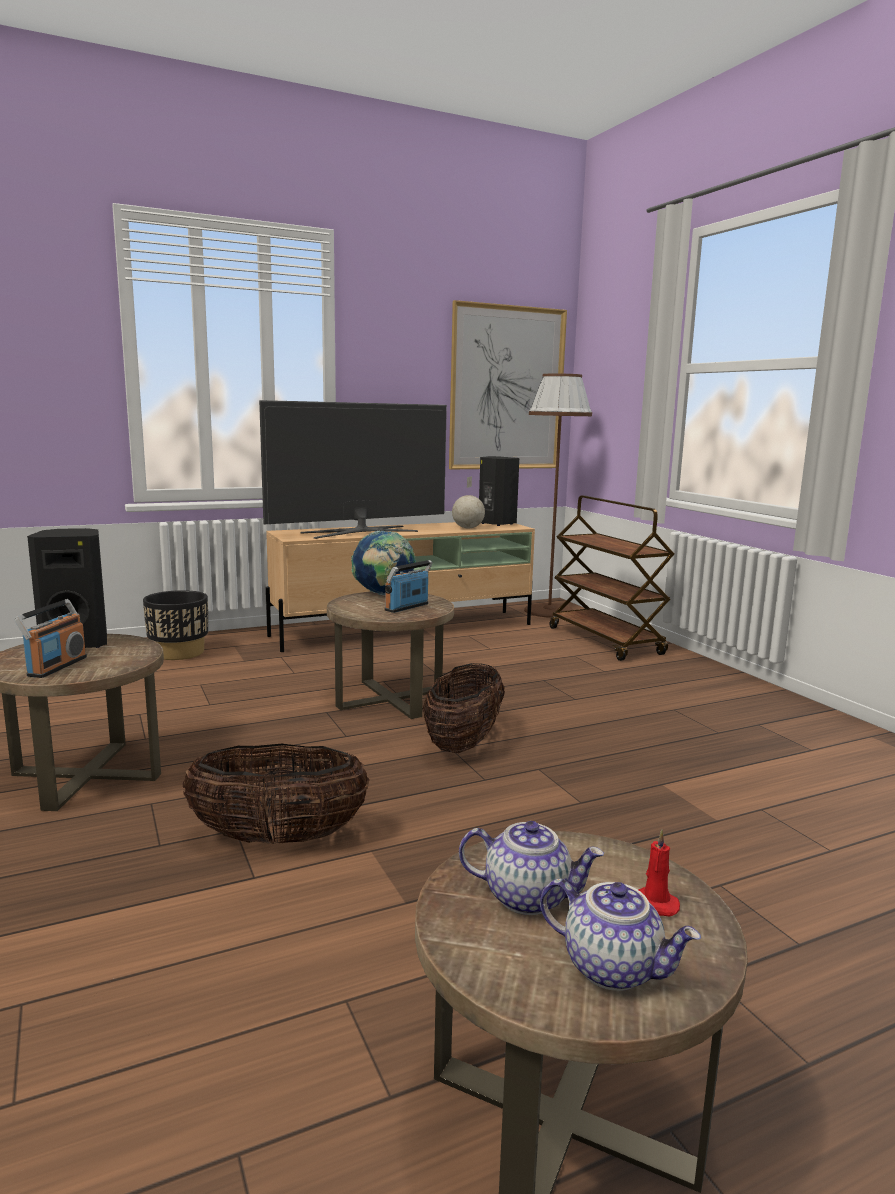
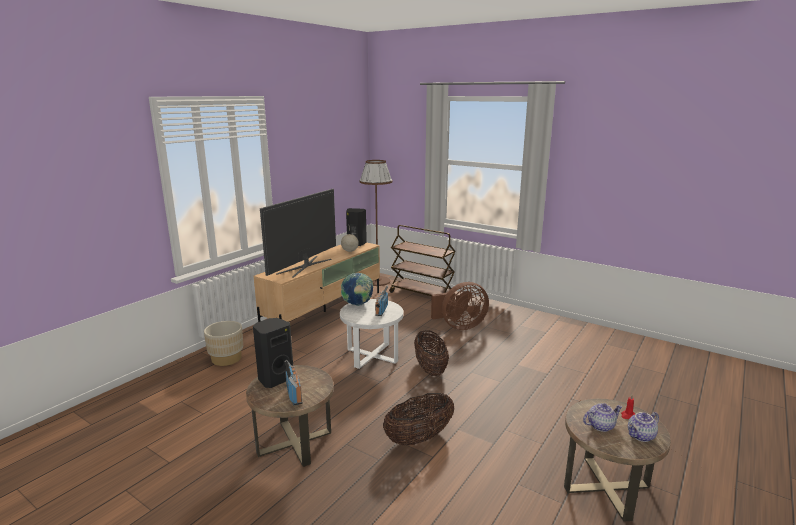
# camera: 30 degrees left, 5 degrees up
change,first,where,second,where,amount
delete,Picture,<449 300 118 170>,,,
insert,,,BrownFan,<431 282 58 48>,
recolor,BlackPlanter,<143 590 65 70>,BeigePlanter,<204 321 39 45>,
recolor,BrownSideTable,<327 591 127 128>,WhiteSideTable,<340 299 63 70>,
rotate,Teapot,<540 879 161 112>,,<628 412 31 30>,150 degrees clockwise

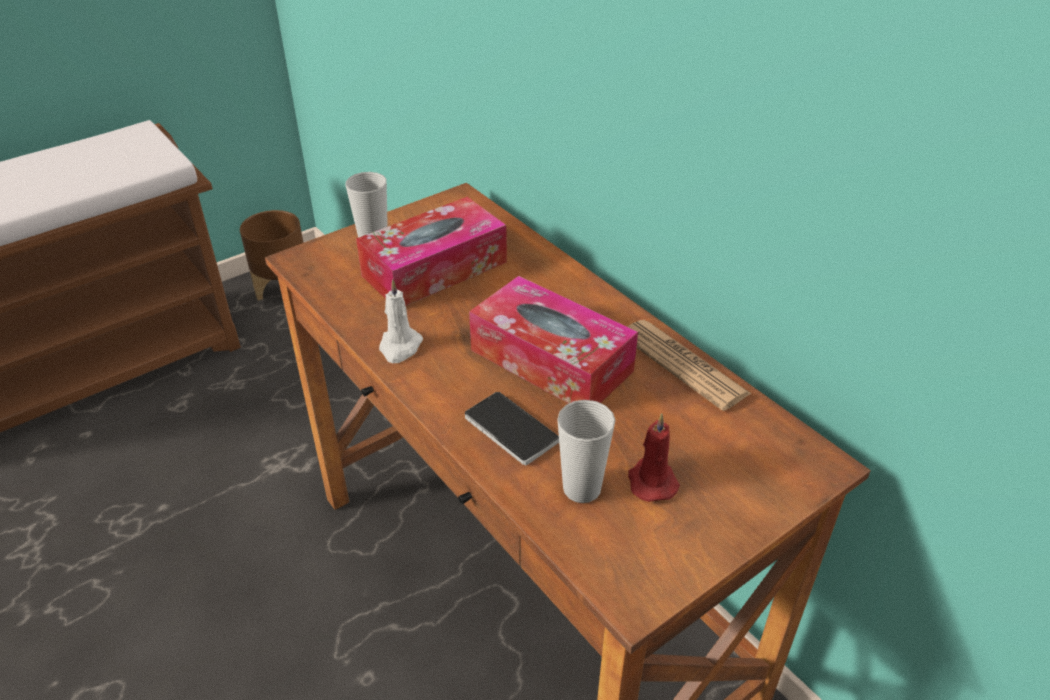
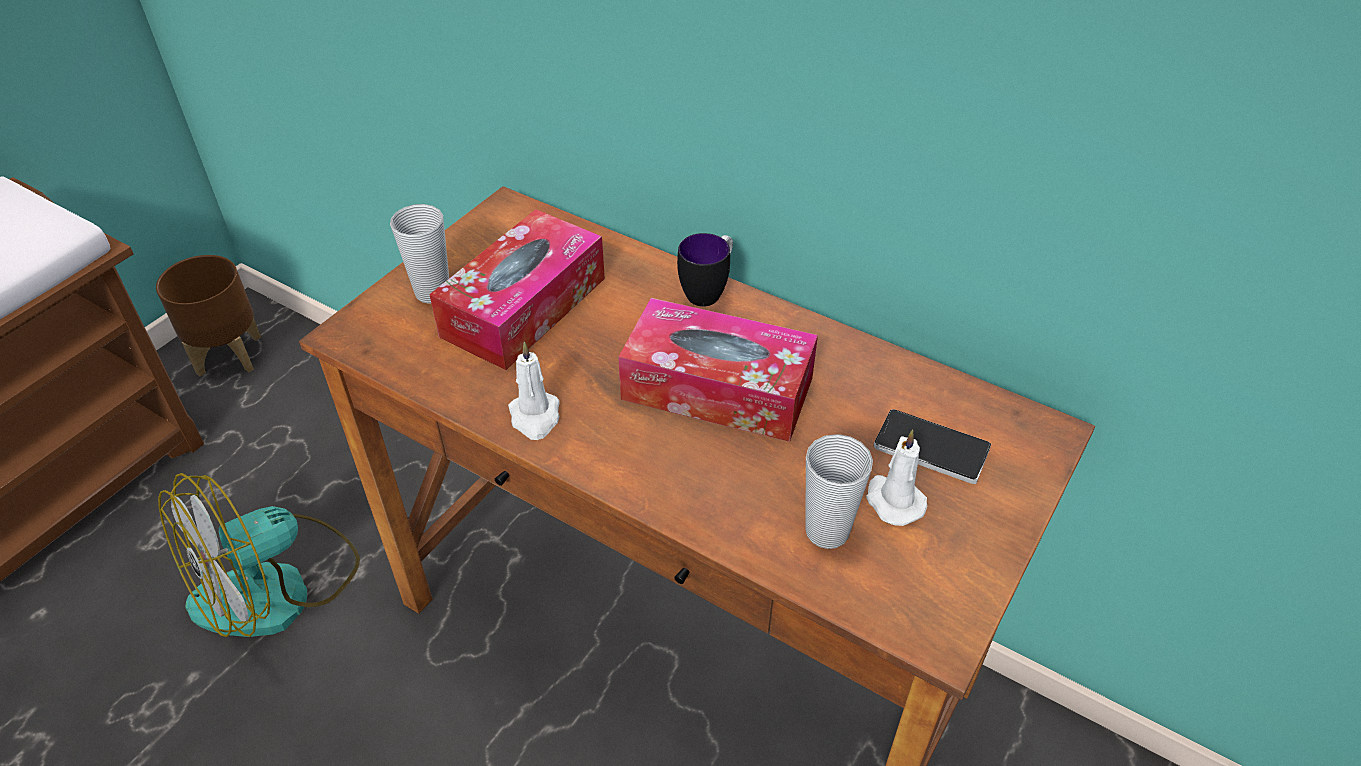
# camera: 20 degrees left, 5 degrees up
change,first,where,second,where,amount
delete,Newspaper,<627 320 125 91>,,,
insert,,,Fan,<158 473 202 164>,
insert,,,Mug,<677 233 56 74>,
move,Phone,<465 392 94 73>,,<874 409 117 75>,
recolor,RedCandle,<628 413 52 89>,WhiteCandle,<866 429 61 97>,

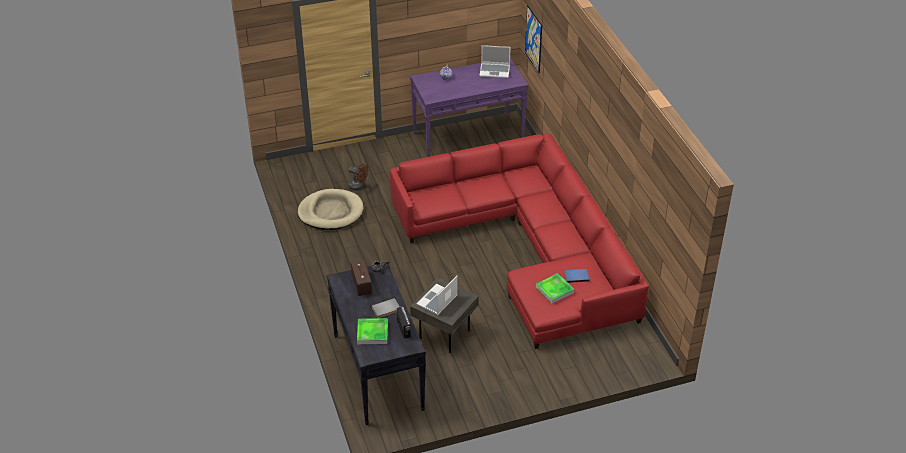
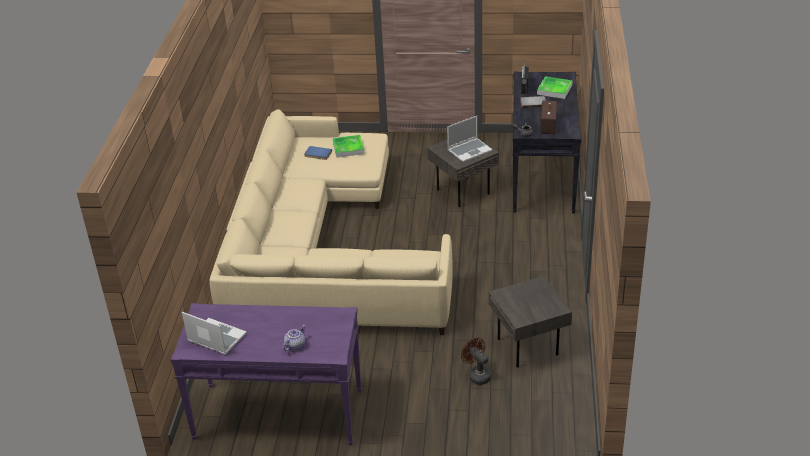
# camera: 155 degrees left, 5 degrees down
change,first,where,second,where,amount
delete,Picture,<525 5 17 68>,,,
replace,BeigeDogBed,<298 189 66 41>,GreySideTable,<489 276 83 92>,
recolor,RedSofa,<390 133 259 216>,BeigeSofa,<209 109 244 226>,

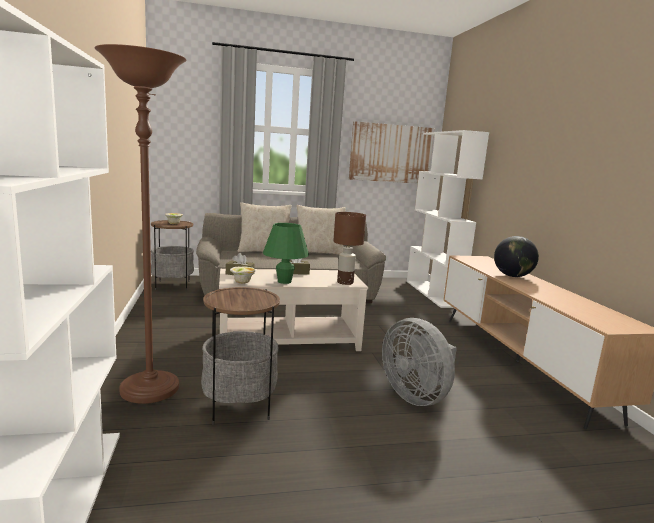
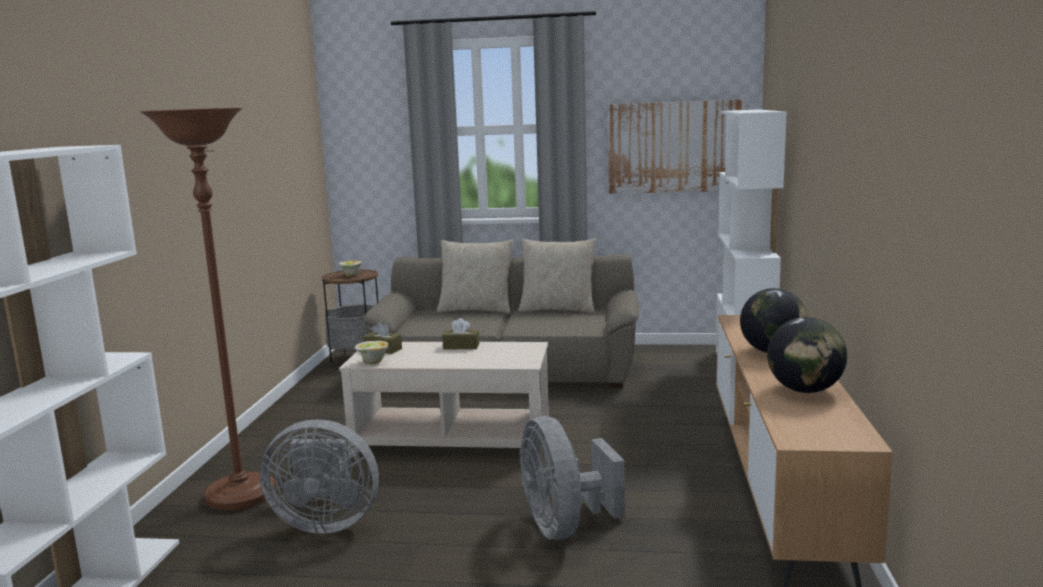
# camera: 20 degrees right, 0 degrees up
change,first,where,second,where,amount
delete,GreenTableLamp,<263 223 46 61>,,,
delete,BrownTableLamp,<333 212 33 73>,,,
insert,,,Globe,<767 317 80 76>,
replace,SideTable,<201 287 79 138>,GreyFan,<260 419 119 115>,

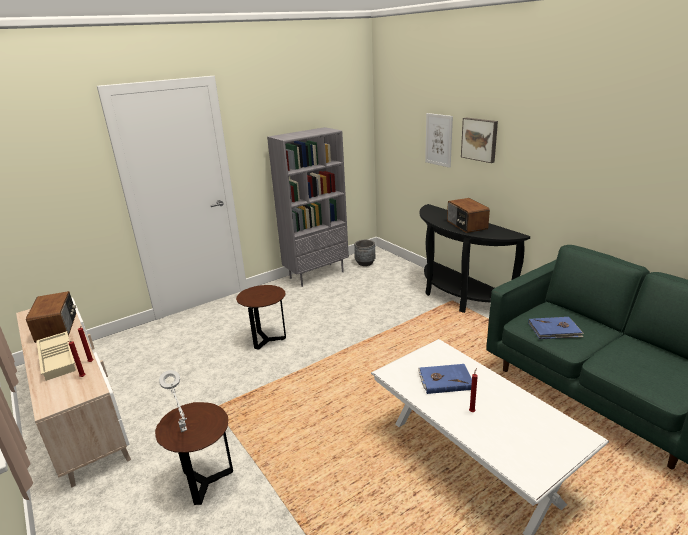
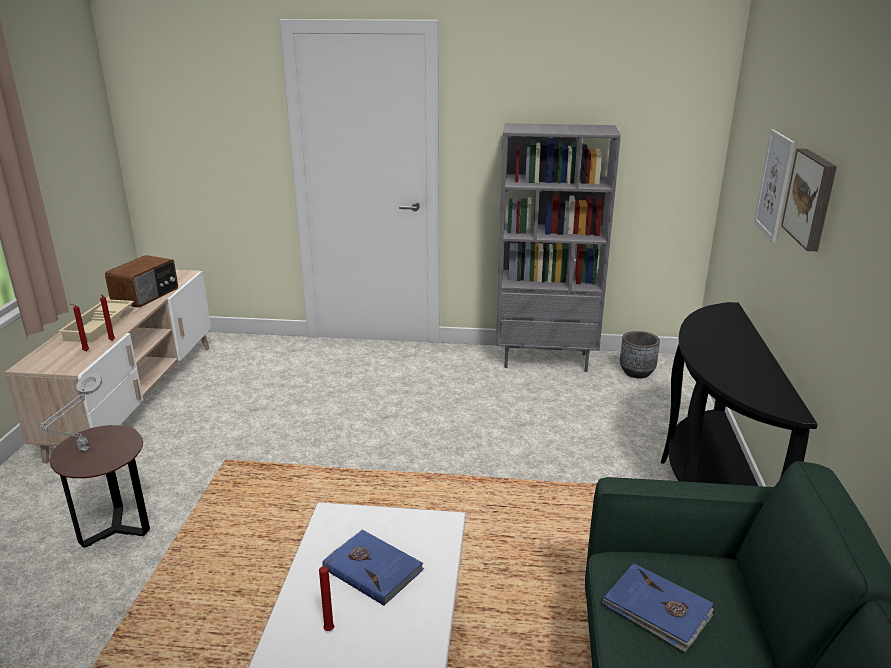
# camera: 40 degrees right, 0 degrees up
change,first,where,second,where,amount
delete,BrownSideTable,<236 285 50 65>,,,
delete,Radio,<447 198 43 35>,,,

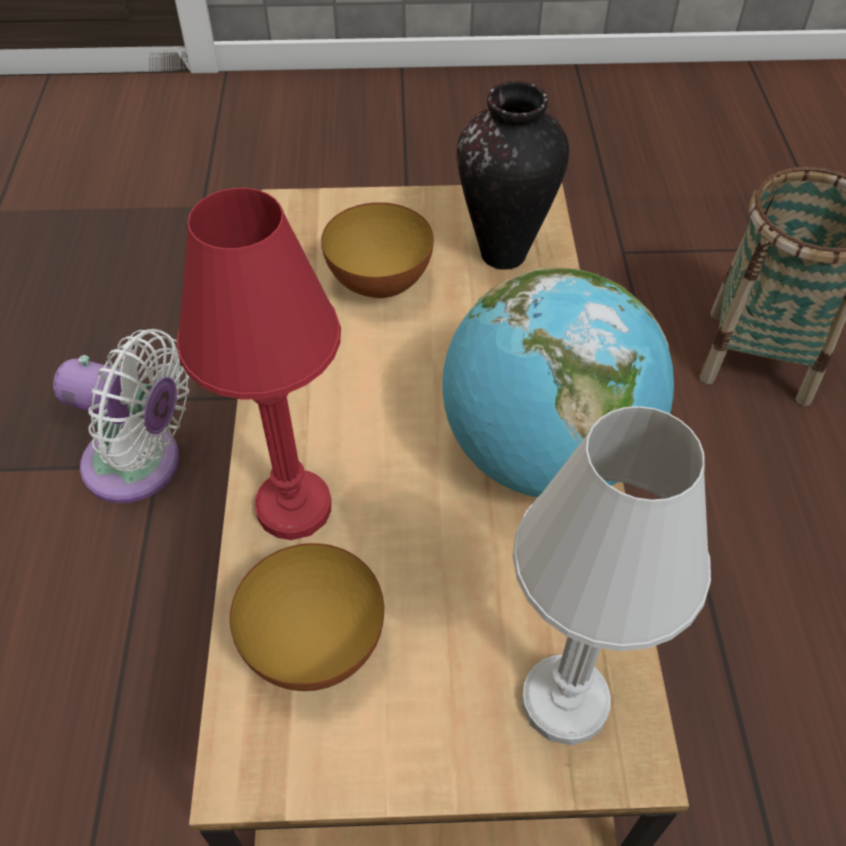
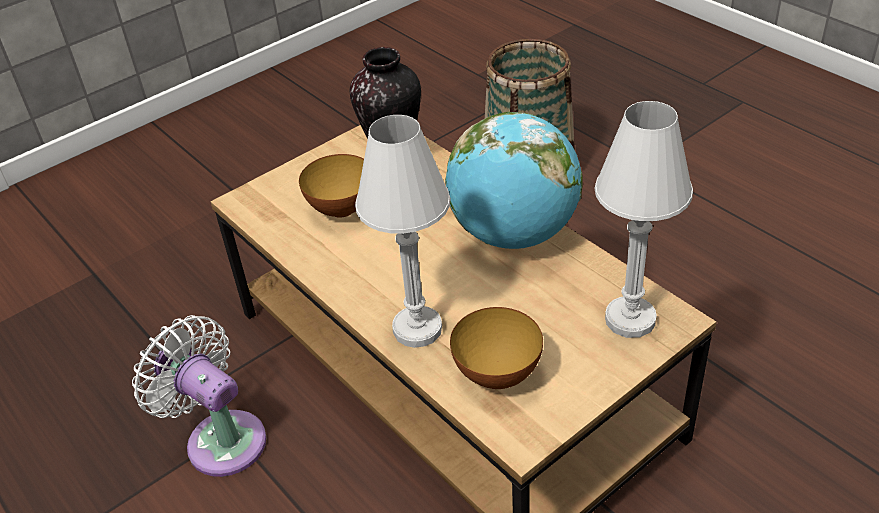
# camera: 35 degrees left, 10 degrees down
change,first,where,second,where,amount
recolor,RedTableLamp,<177 188 164 352>,WhiteTableLamp,<355 115 96 233>,
rotate,WhiteFan,<53 329 137 174>,,<132 315 134 162>,120 degrees counterclockwise

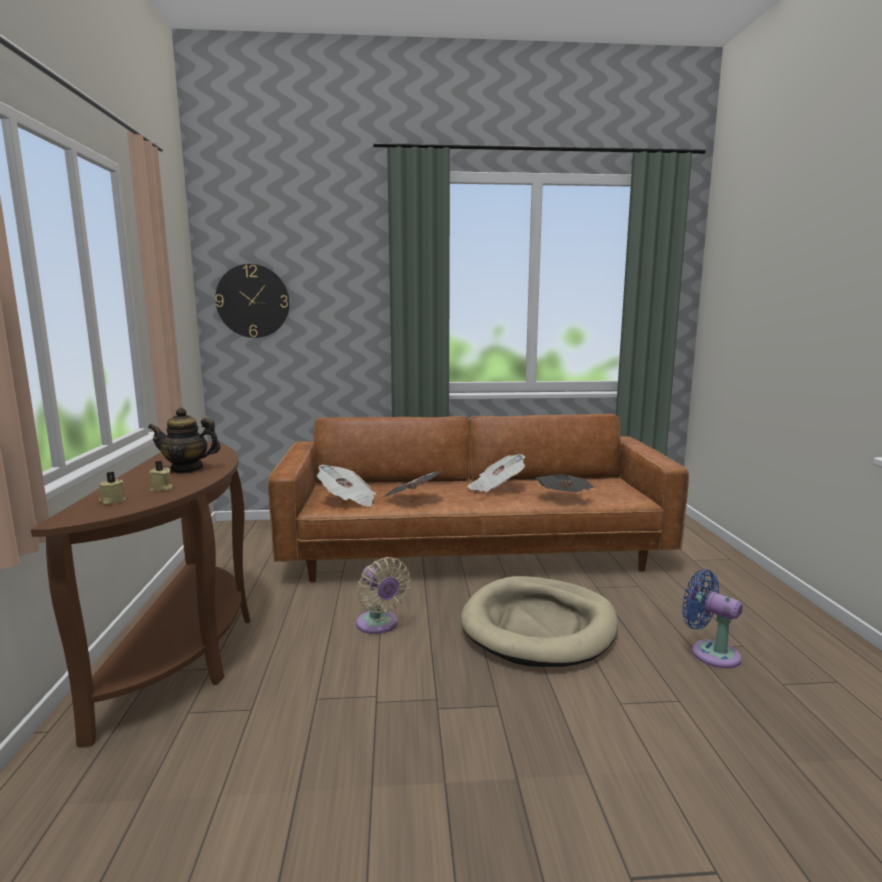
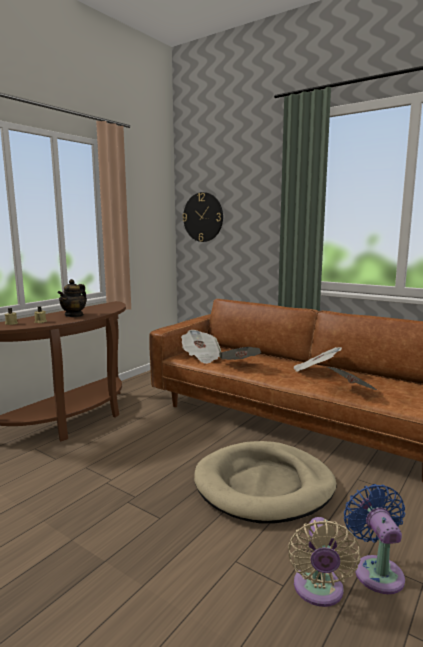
# camera: 40 degrees right, 0 degrees up
change,first,where,second,where,amount
move,BeigeFan,<356 557 55 77>,,<288 517 73 90>,
rotate,Teapot,<148 407 73 67>,,<58 279 29 38>,105 degrees counterclockwise

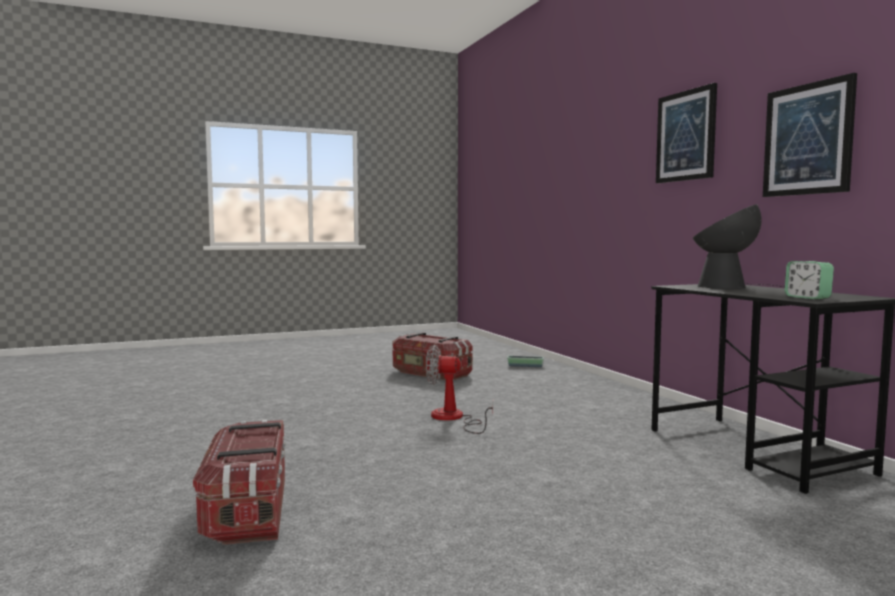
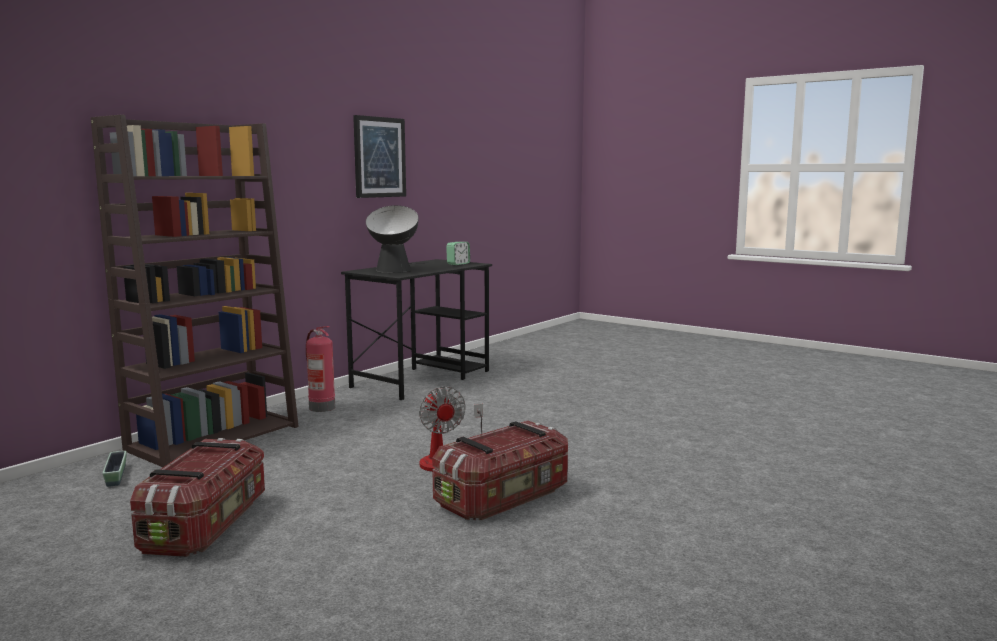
# camera: 120 degrees left, 5 degrees up
change,first,where,second,where,amount
delete,Picture,<656 83 61 100>,,,
insert,,,BrownBookcase,<91 115 208 352>,
insert,,,FireExtinguisher,<306 326 29 86>,
move,StorageBox,<193 420 93 125>,,<432 421 136 99>,

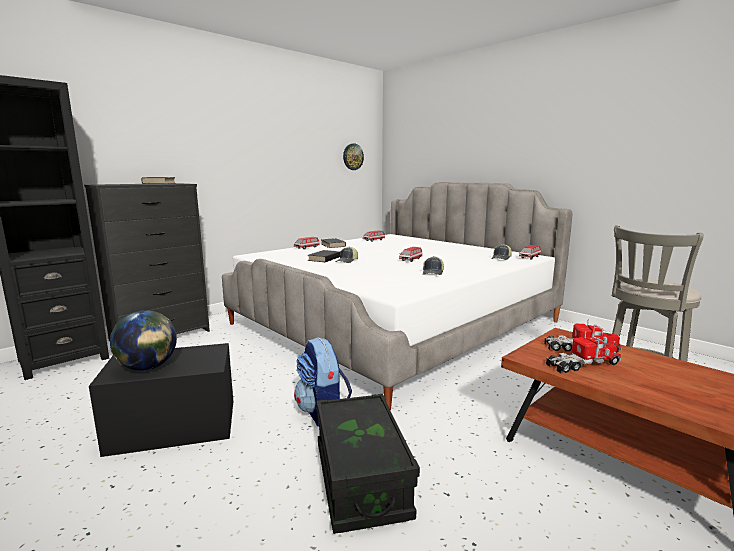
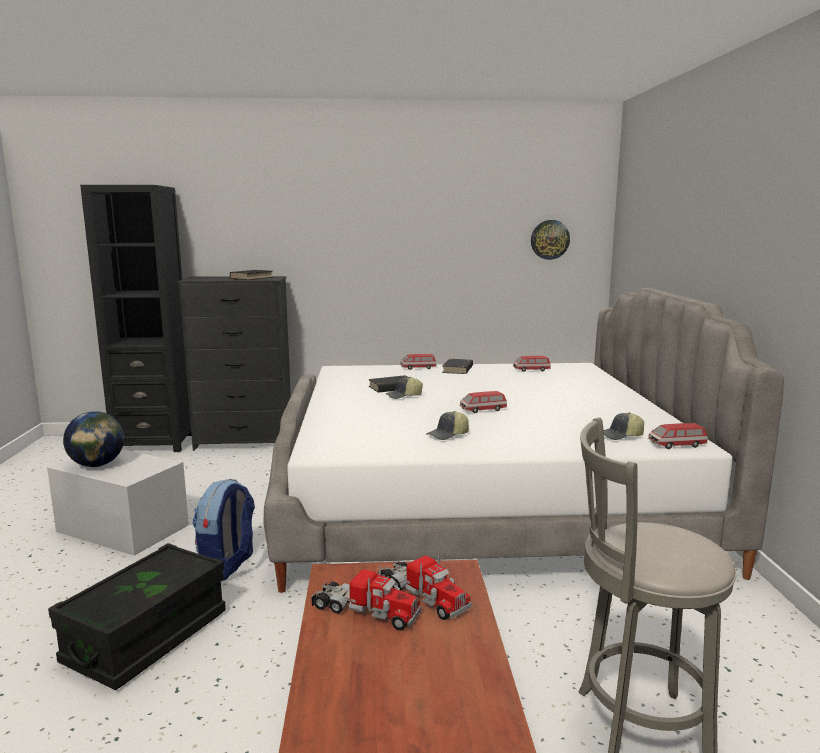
# camera: 40 degrees right, 0 degrees up
change,first,where,second,where,amount
recolor,BlackStorageBox,<89 343 144 114>,WhiteStorageBox,<47 449 142 107>,

